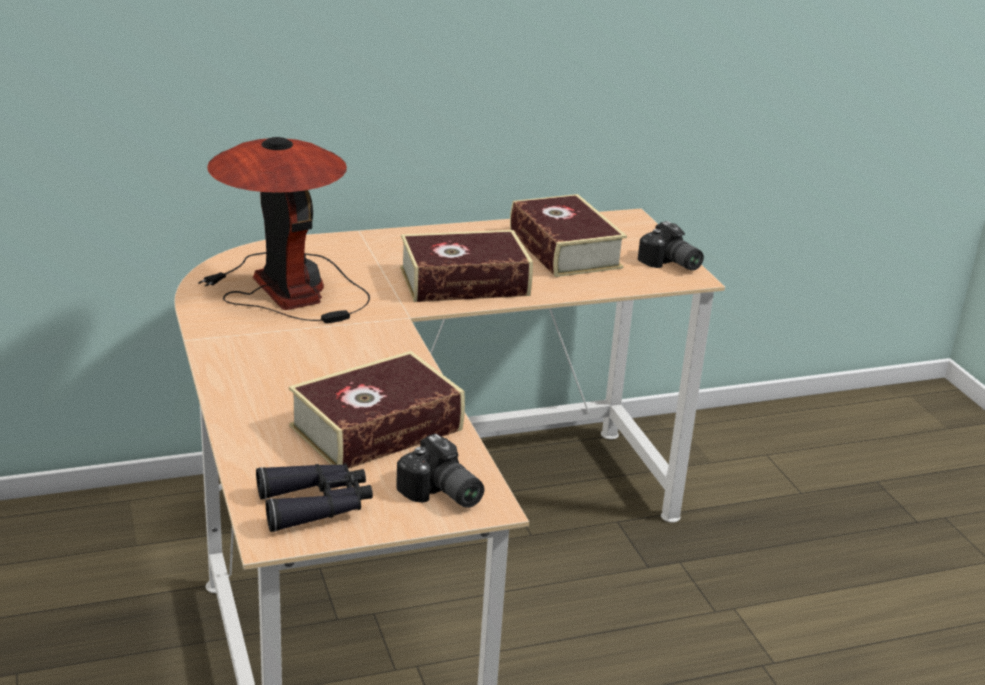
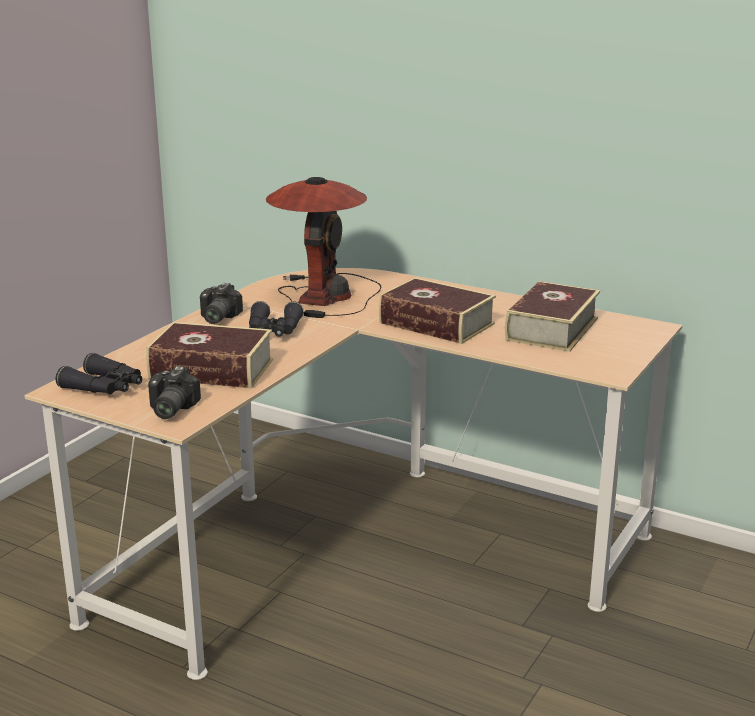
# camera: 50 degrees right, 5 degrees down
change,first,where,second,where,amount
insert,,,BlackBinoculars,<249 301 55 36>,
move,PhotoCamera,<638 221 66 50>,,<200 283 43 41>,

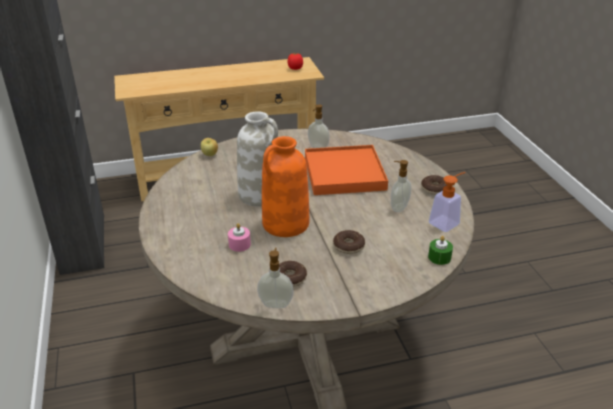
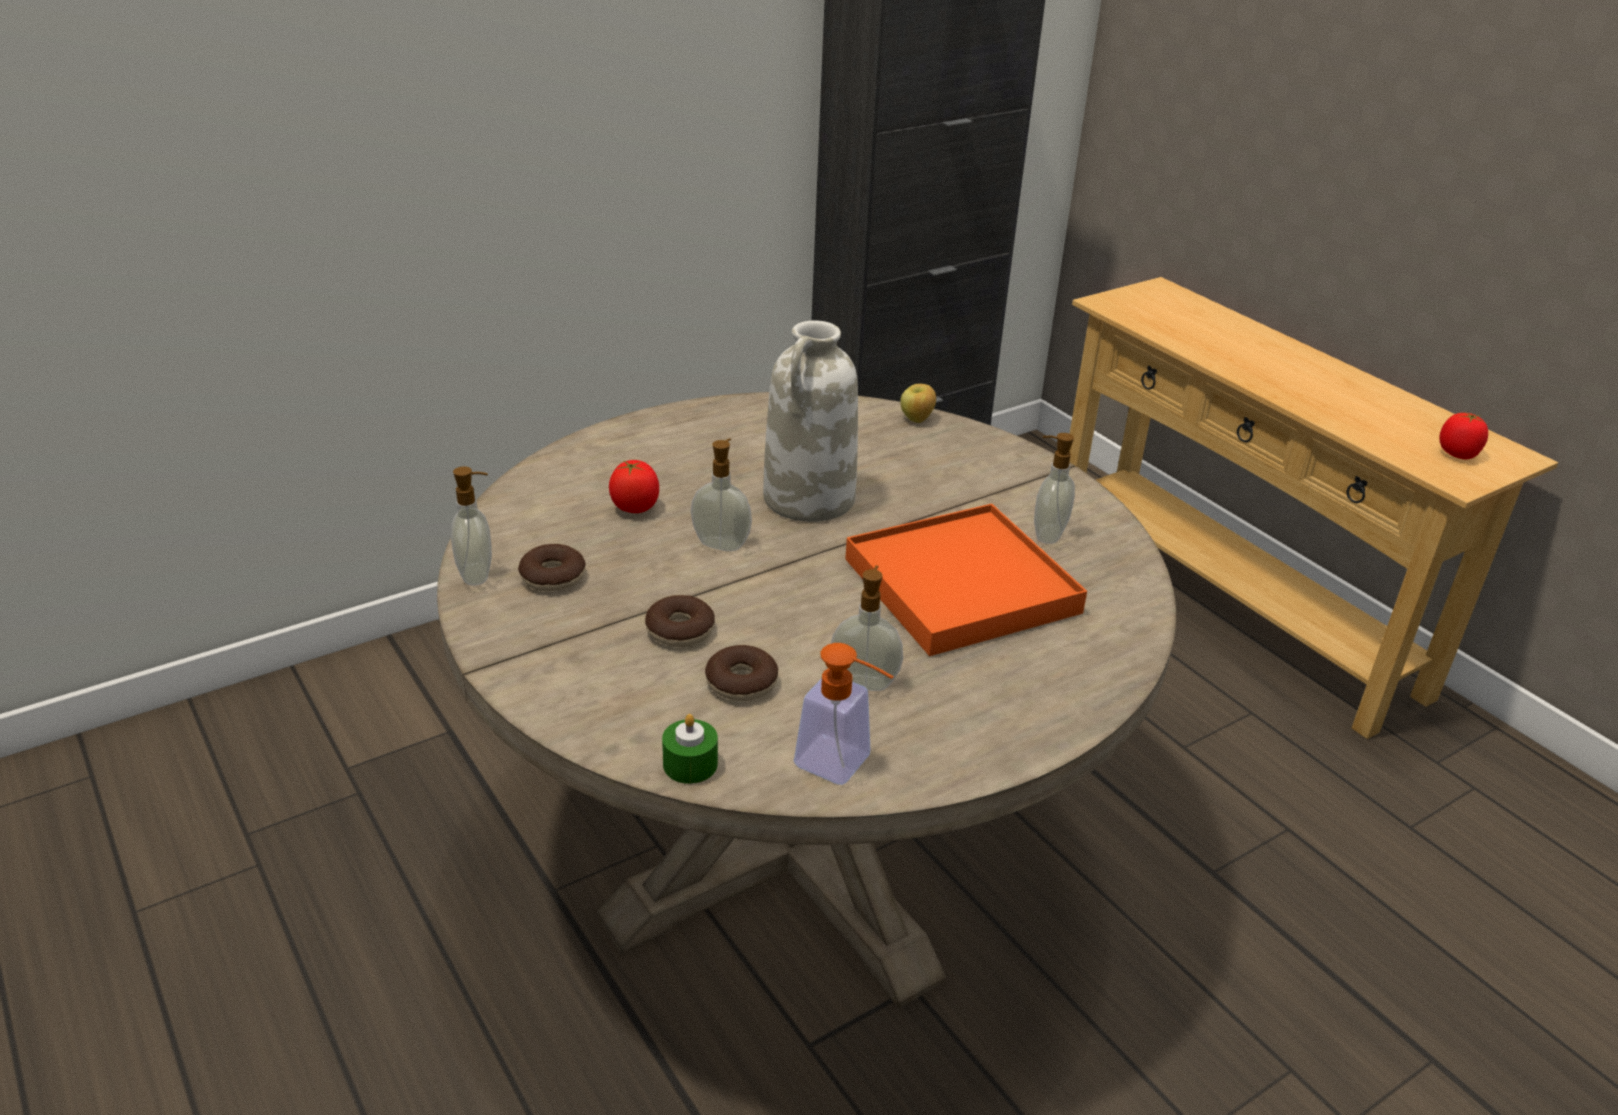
# camera: 70 degrees right, 0 degrees up
change,first,where,second,where,amount
move,Donut,<421 175 27 20>,,<705 645 73 56>,
replace,PinkCandle,<228 223 23 29>,Tomato,<609 460 50 53>,
replace,OrangeVase,<262 136 47 101>,SoapDispenser,<691 439 61 112>,

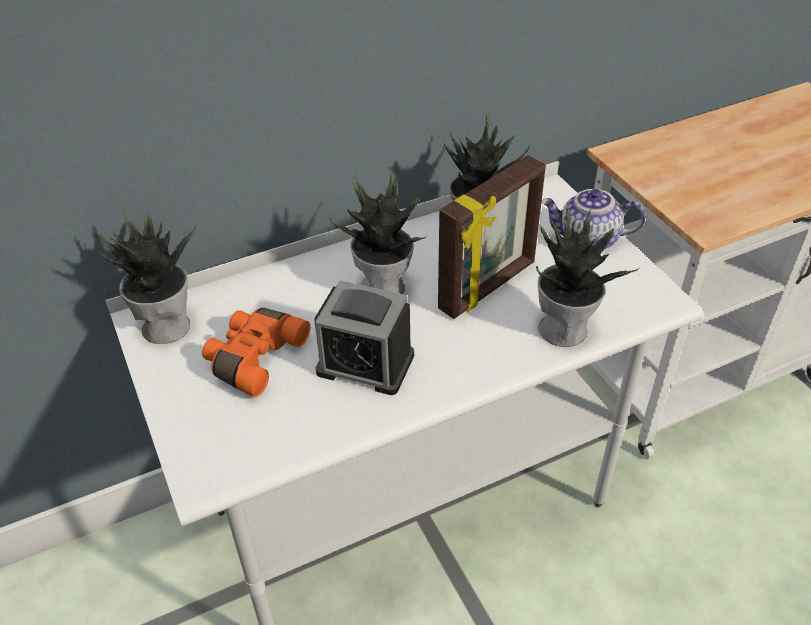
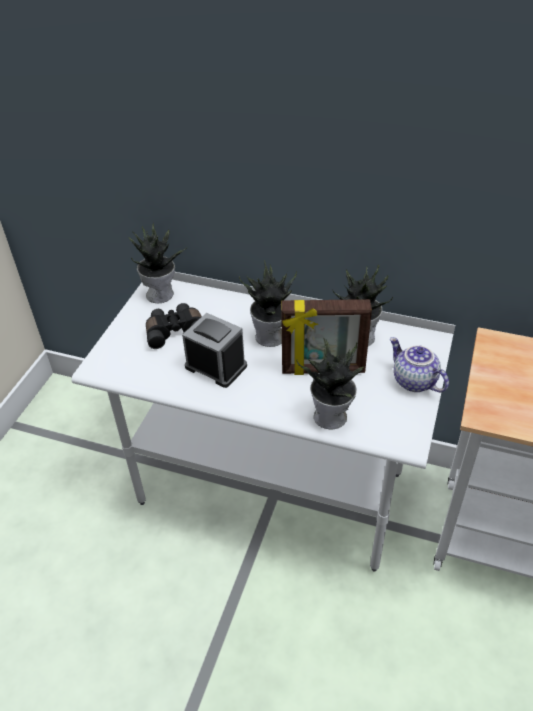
# camera: 45 degrees right, 0 degrees up
change,first,where,second,where,amount
recolor,OrangeBinoculars,<202 308 108 89>,BlackBinoculars,<146 303 56 46>,
rotate,AlarmClock,<314 280 100 115>,,<182 313 65 75>,150 degrees clockwise

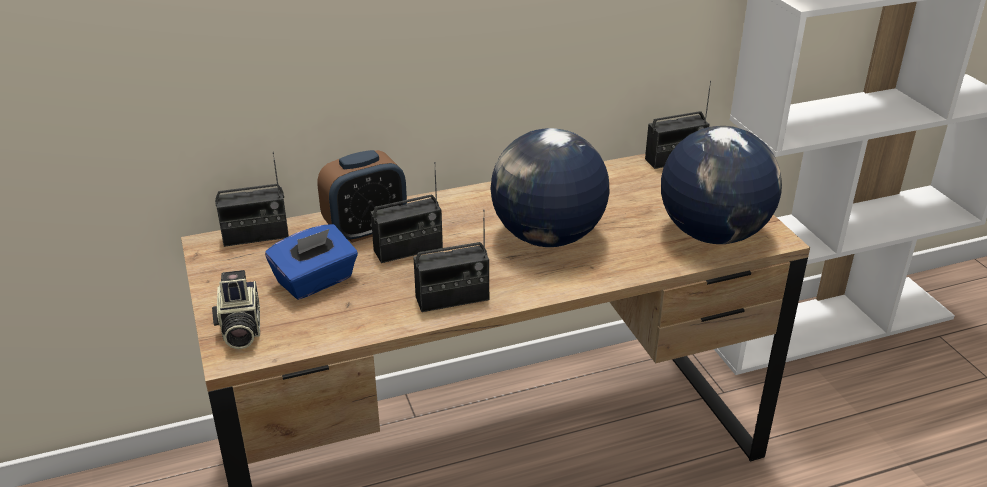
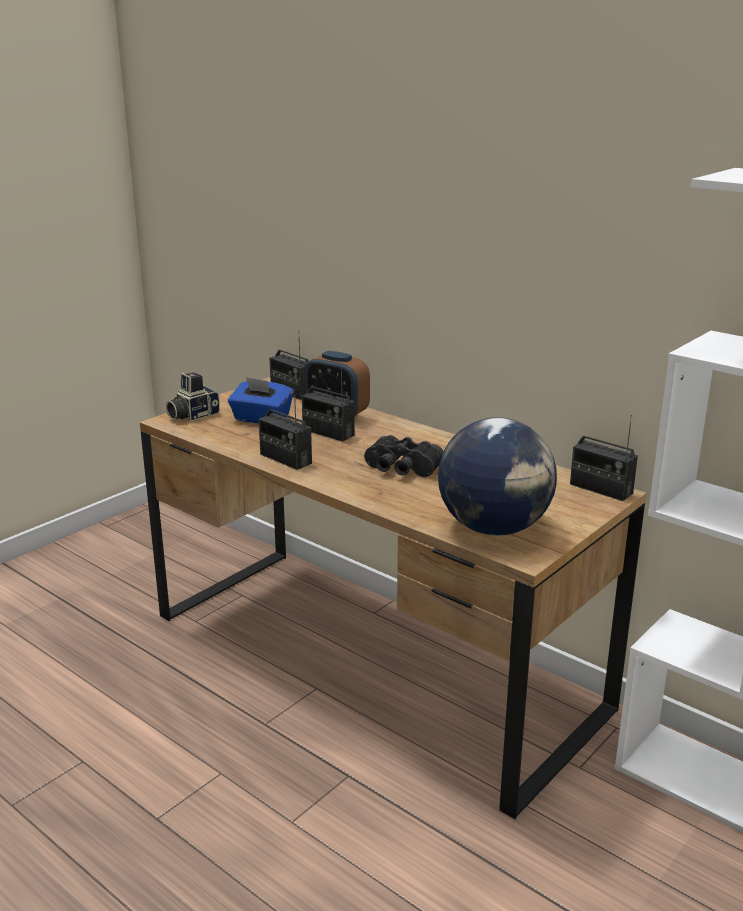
# camera: 60 degrees right, 10 degrees down
change,first,where,second,where,amount
replace,Globe,<491 128 119 119>,BlackBinoculars,<364 435 80 42>,

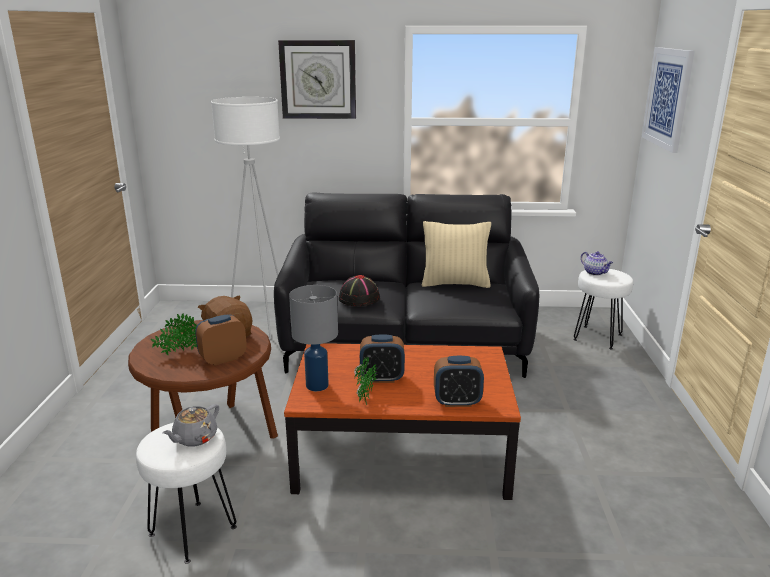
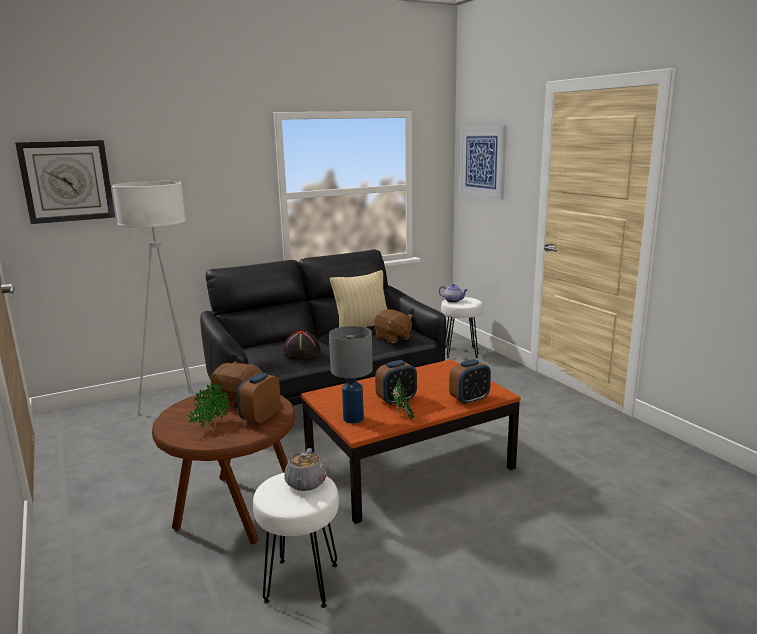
# camera: 30 degrees left, 5 degrees down
change,first,where,second,where,amount
insert,,,BrownPlushToy,<374 309 39 34>,
move,WallClock,<278 40 78 79>,,<15 140 100 84>,

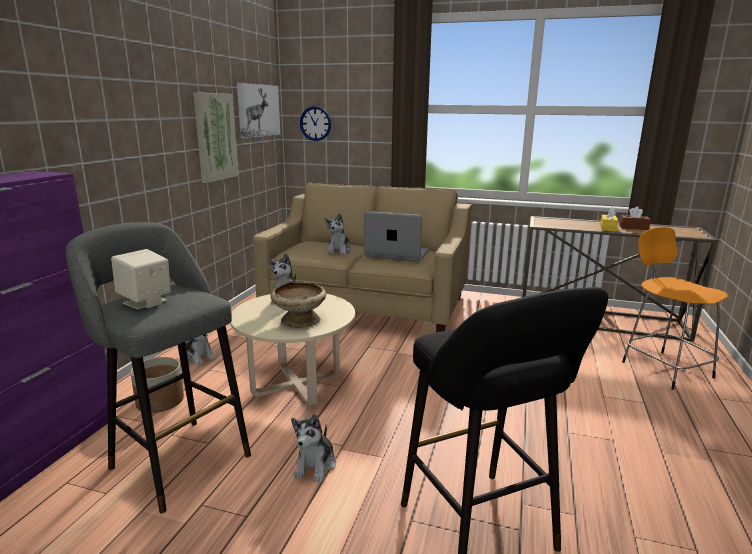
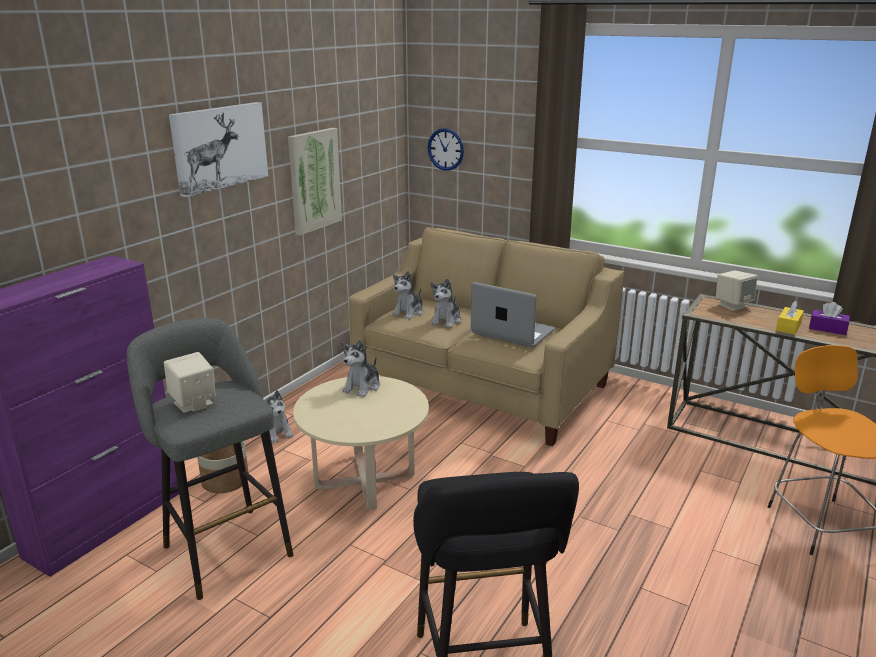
# camera: 15 degrees right, 5 degrees up
change,first,where,second,where,amount
delete,BeigeBowl,<271 280 55 48>,,,
insert,,,BeigeSpeaker,<716 270 41 41>,
move,Picture,<237 83 43 55>,,<169 102 99 95>,
move,PlushToy,<291 414 45 69>,,<392 271 32 48>,
recolor,BrownTissueBox,<619 206 32 24>,PurpleTissueBox,<809 302 41 33>,

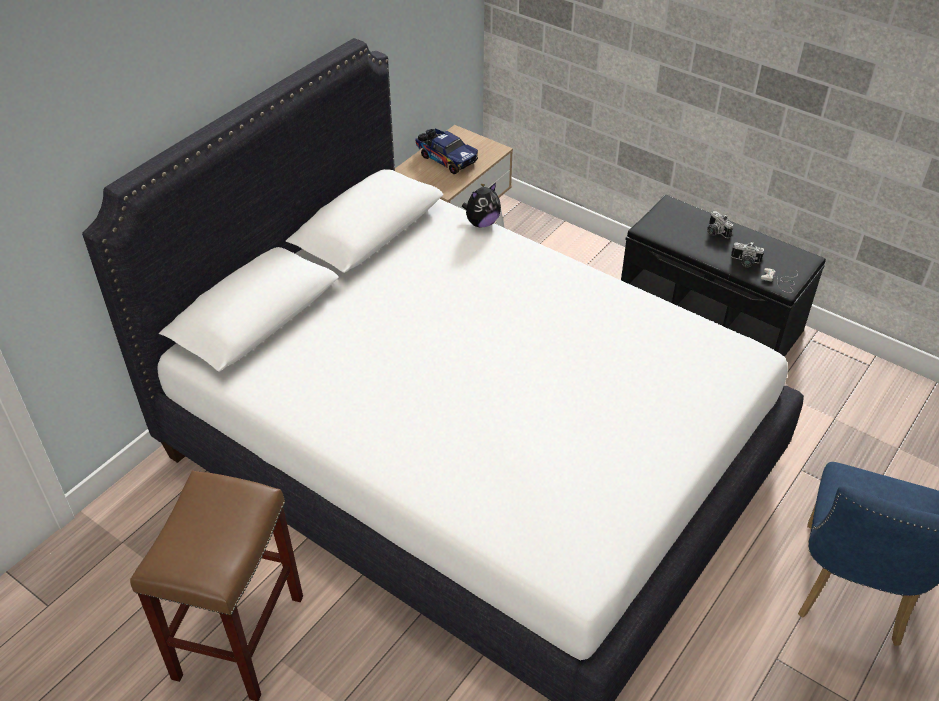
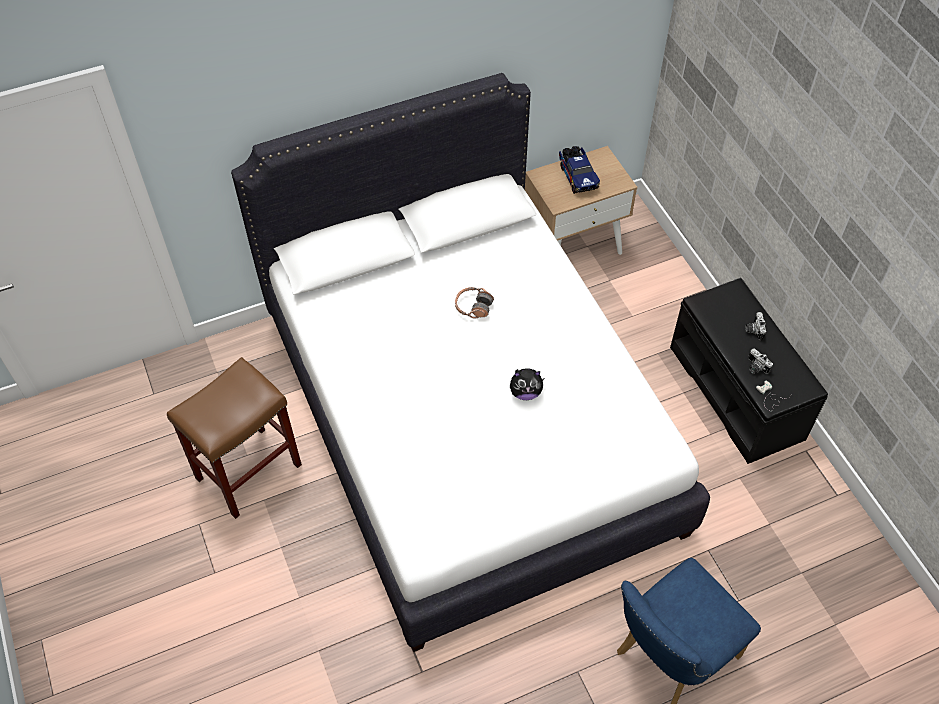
# camera: 30 degrees right, 10 degrees up
change,first,where,second,where,amount
insert,,,Headphones,<455 287 39 32>,
move,PlushToy,<462 183 39 44>,,<510 368 35 32>,

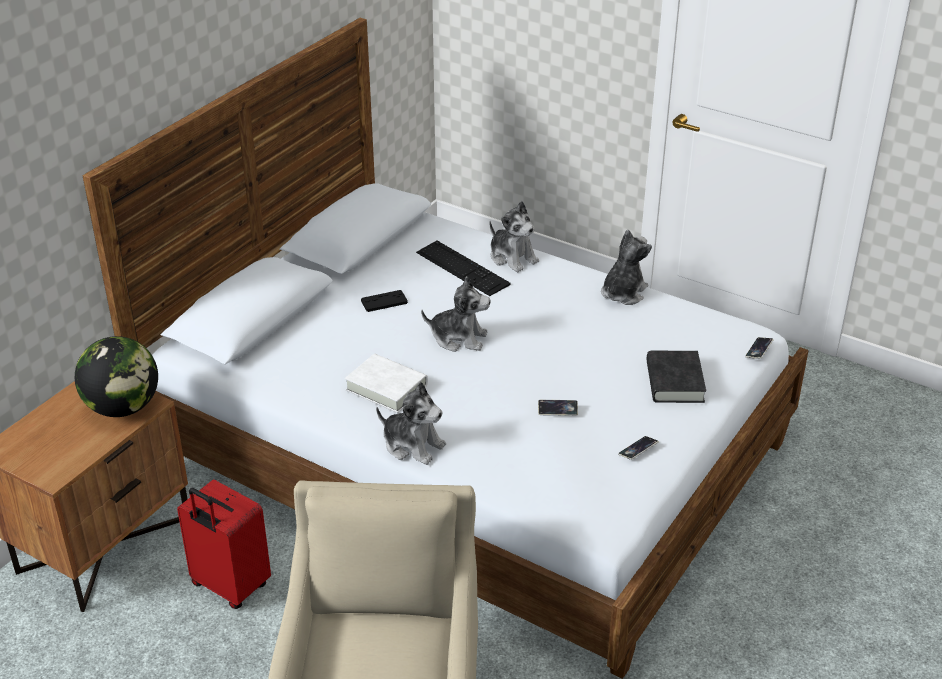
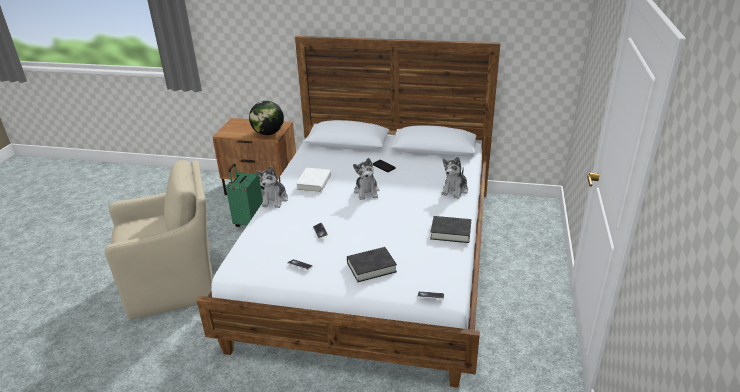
# camera: 70 degrees right, 5 degrees down
change,first,where,second,where,amount
delete,Keyboard,<416 241 95 55>,,,
replace,PlushToy,<601 229 51 76>,BlackBook,<430 216 41 27>,
recolor,RedSuitcase,<177 480 94 129>,GreenSuitcase,<226 164 37 63>,

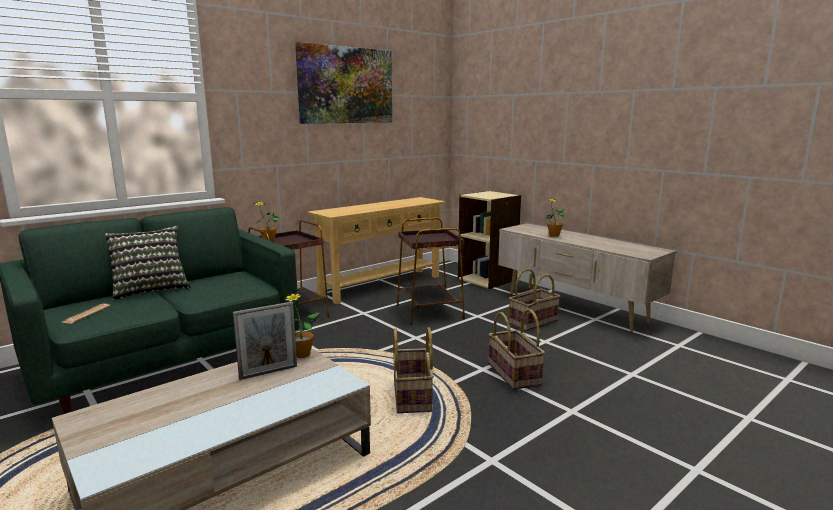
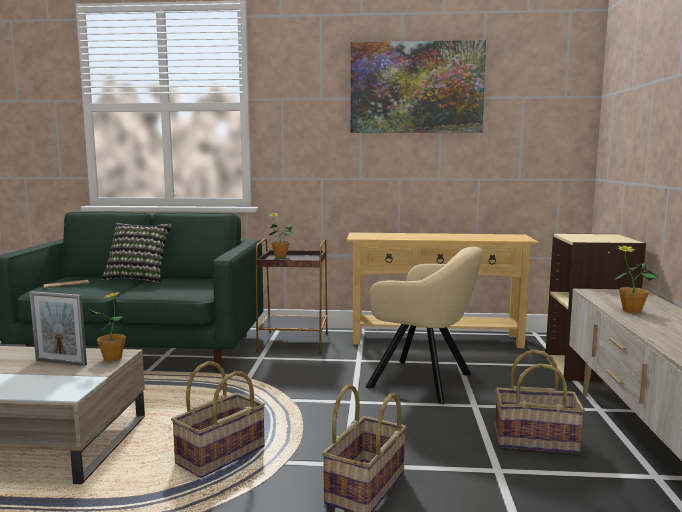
# camera: 45 degrees right, 5 degrees down
change,first,where,second,where,amount
replace,BrownSideTable,<397 218 68 107>,BeigeArmchair,<366 247 117 157>,

